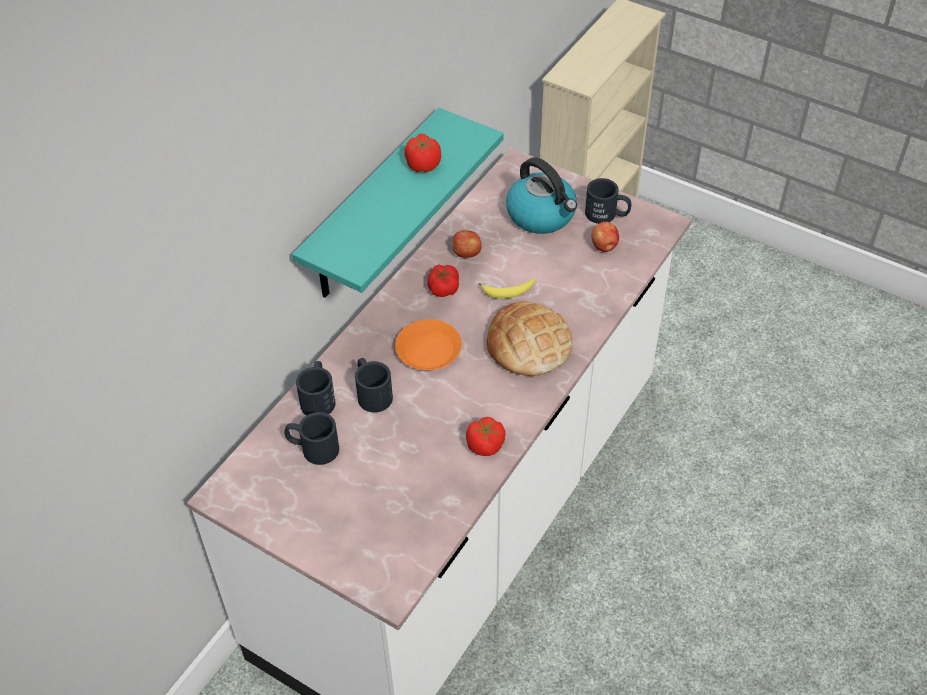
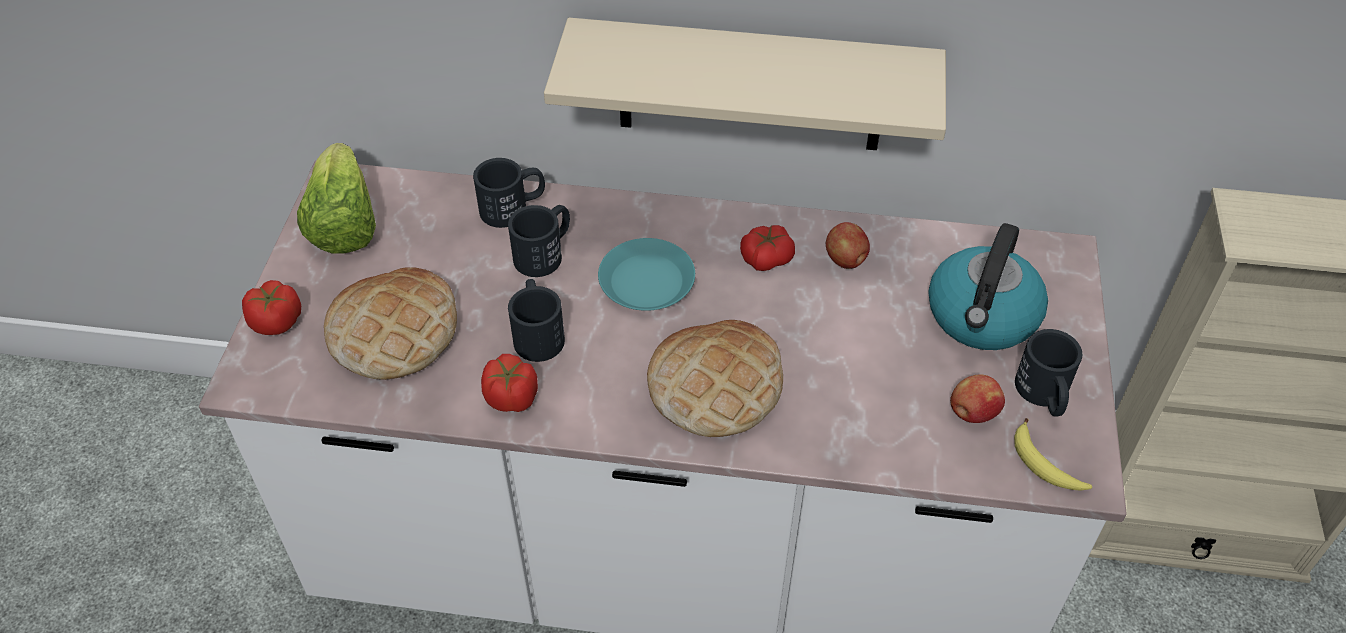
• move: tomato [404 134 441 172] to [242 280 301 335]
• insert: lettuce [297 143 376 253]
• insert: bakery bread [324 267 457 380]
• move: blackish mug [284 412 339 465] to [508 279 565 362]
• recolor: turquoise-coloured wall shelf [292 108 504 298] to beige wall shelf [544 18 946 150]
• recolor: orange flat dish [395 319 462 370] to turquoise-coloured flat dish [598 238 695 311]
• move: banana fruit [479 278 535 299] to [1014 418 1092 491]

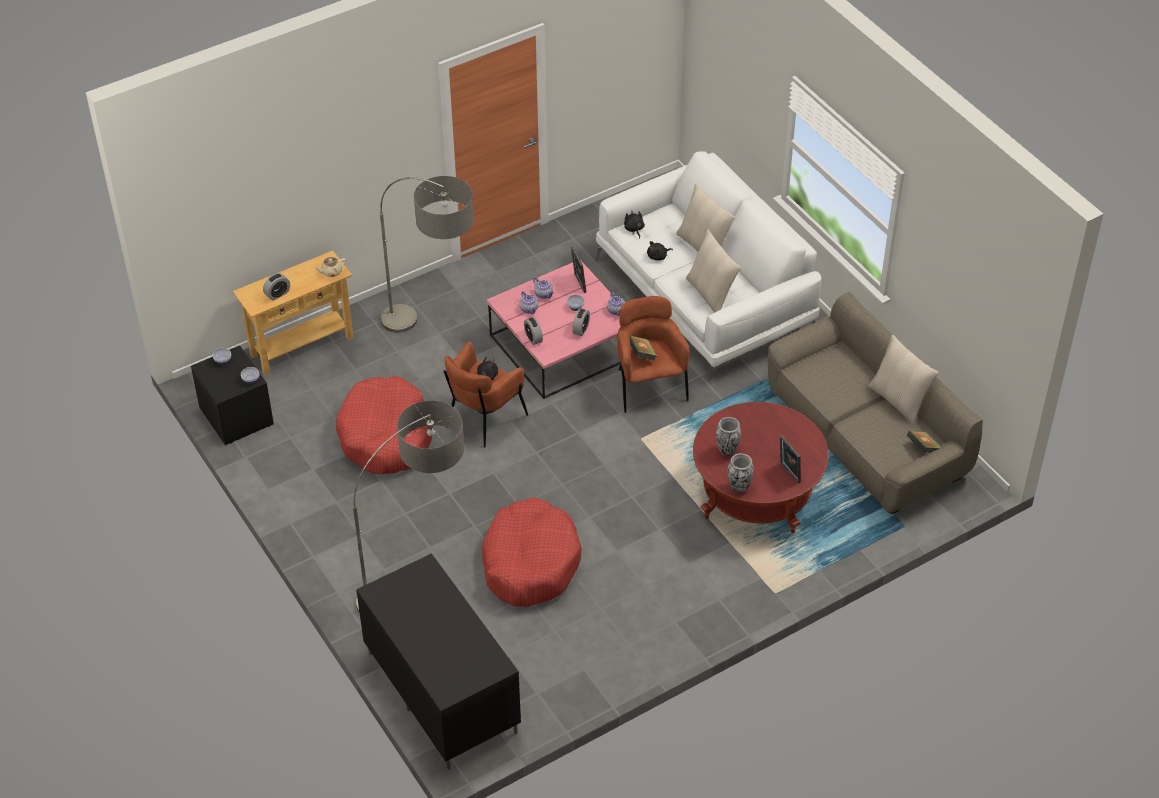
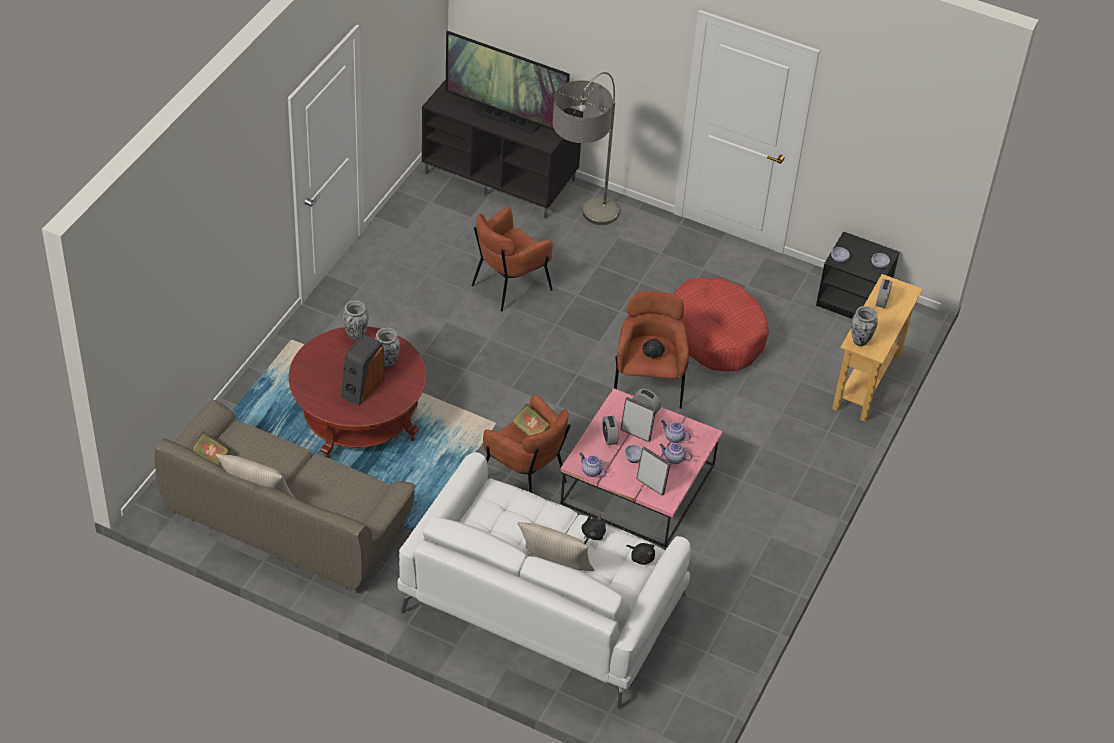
• insert: loudspeaker [341 334 385 406]
• insert: TV set [445 31 570 133]
• replace: red-coloured pet bed [482 497 582 607] to brown lounge chair [472 207 553 311]
• move: photo frame [780 435 801 484] to [620 397 656 442]
• replace: beige tea pot [314 257 346 277] to vase [852 306 878 346]
• delete: floor lamp [380 176 474 333]
• delete: beige throw pillow [686 229 741 313]

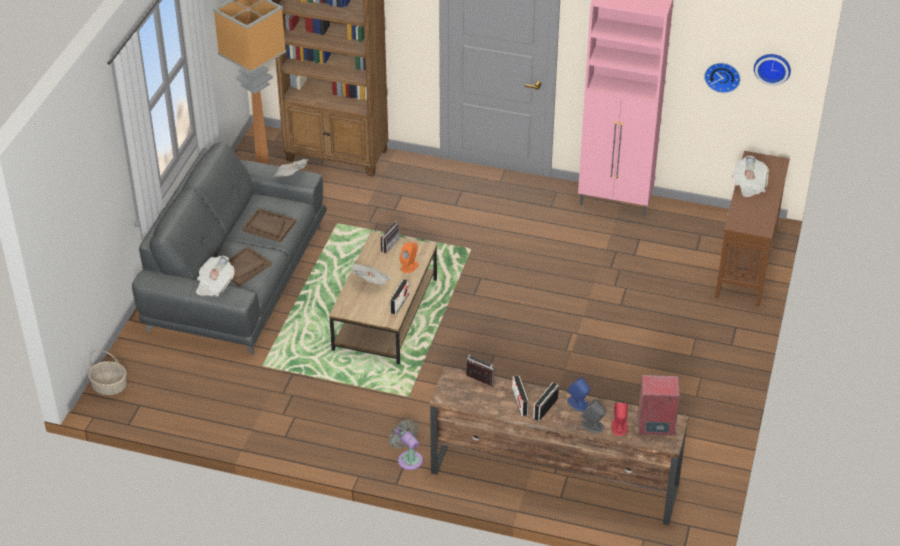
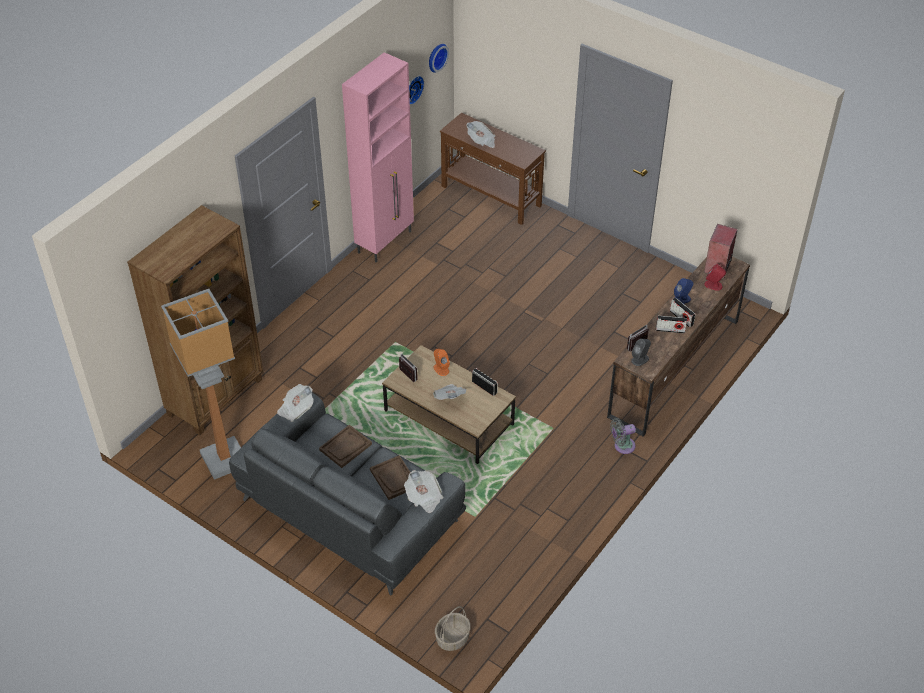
• move: greyish loudspeaker [581 399 606 433] to [631 339 651 366]

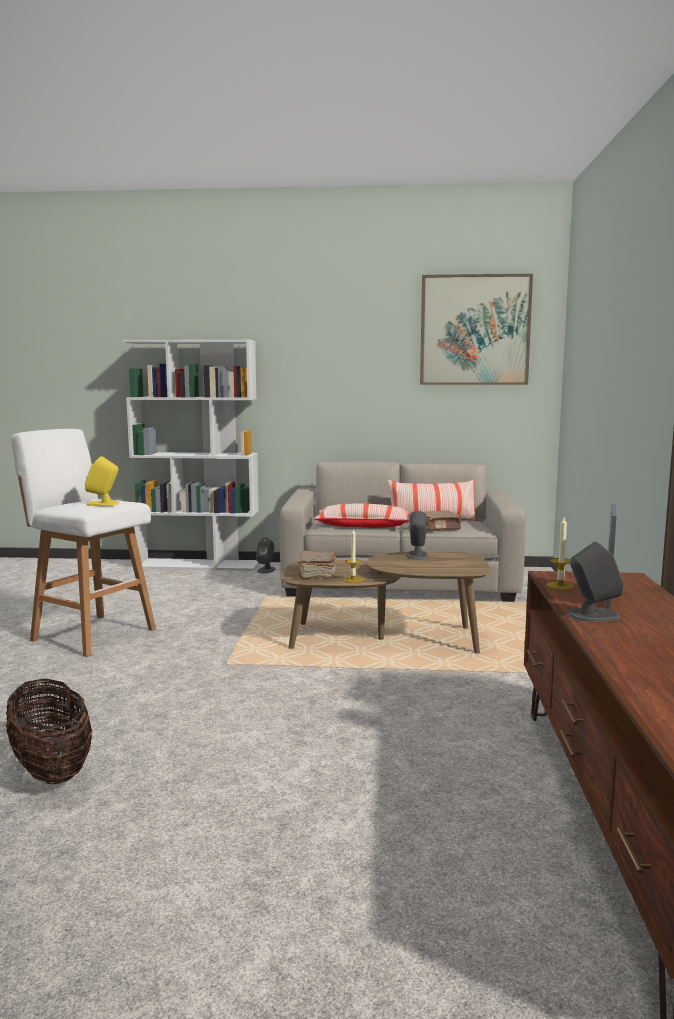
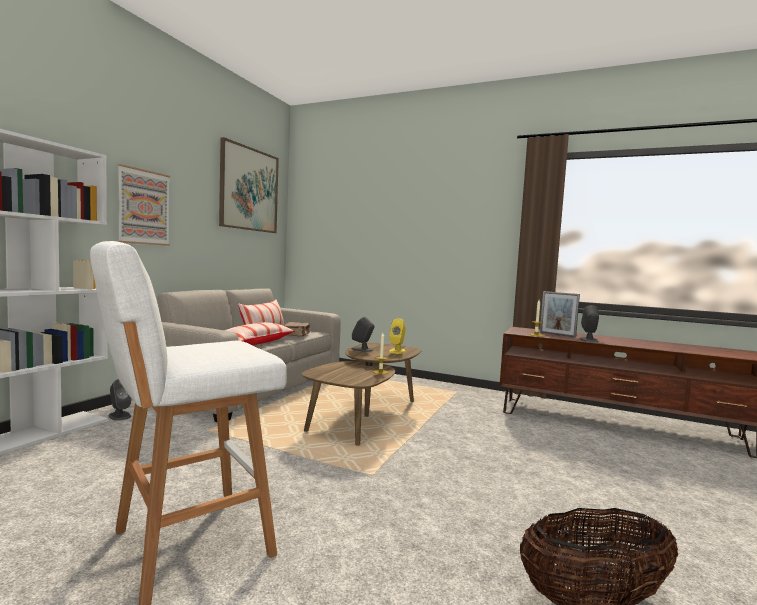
• insert: wall art [118 164 170 246]
• move: yellow-coloured loudspeaker [85 456 119 506] to [389 318 406 354]
• delete: brown book [298 551 336 579]

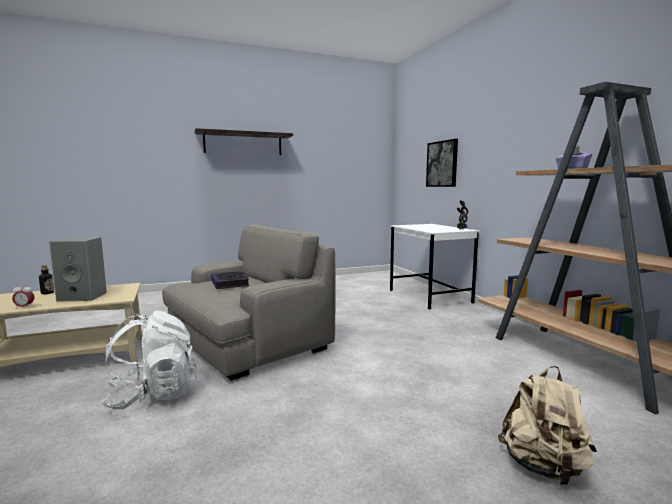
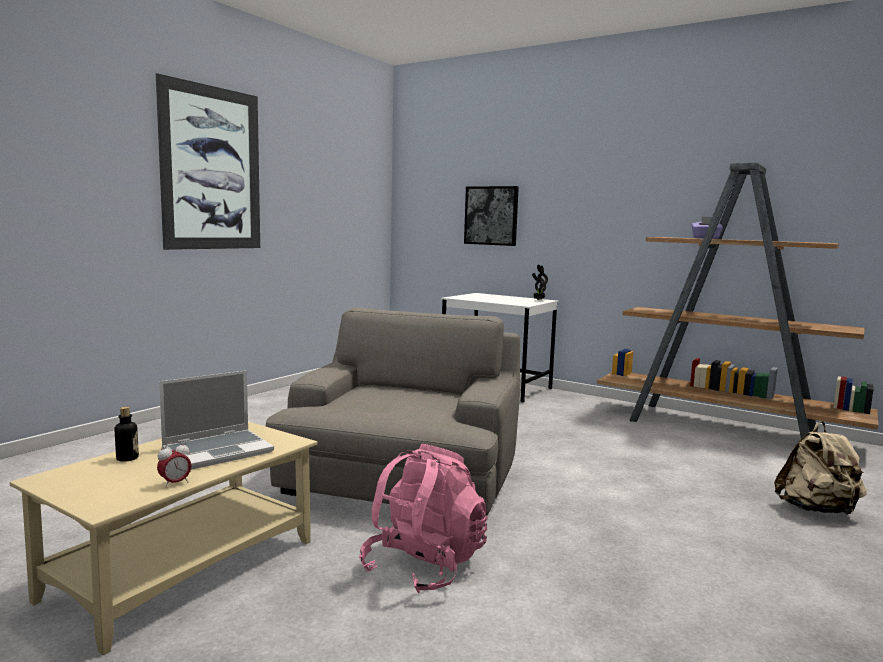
• replace: wall shelf [194 128 293 155] to wall art [156 73 260 250]
• replace: greyish loudspeaker [49 237 107 302] to notebook computer [159 370 274 470]
• recolor: white rucksack [101 311 197 409] to pinkish rucksack [359 444 488 593]
• delete: book [211 271 249 289]

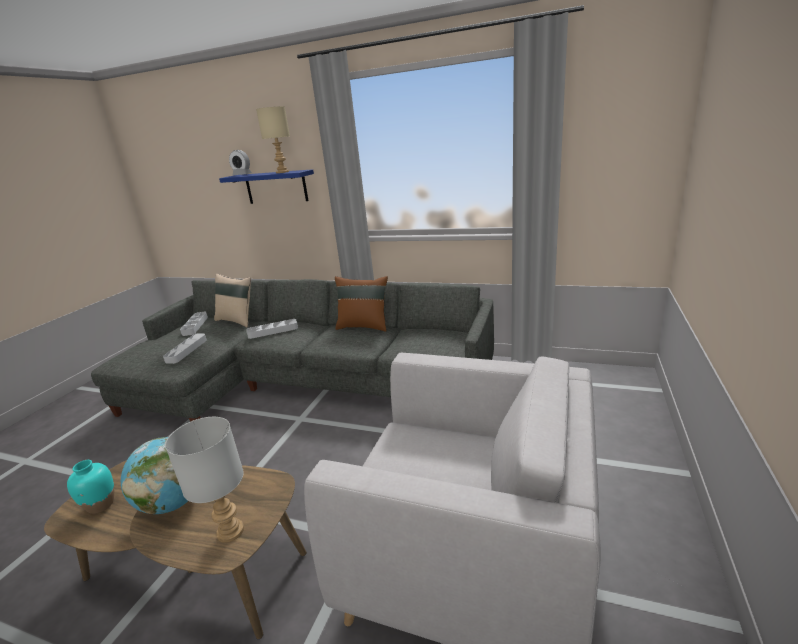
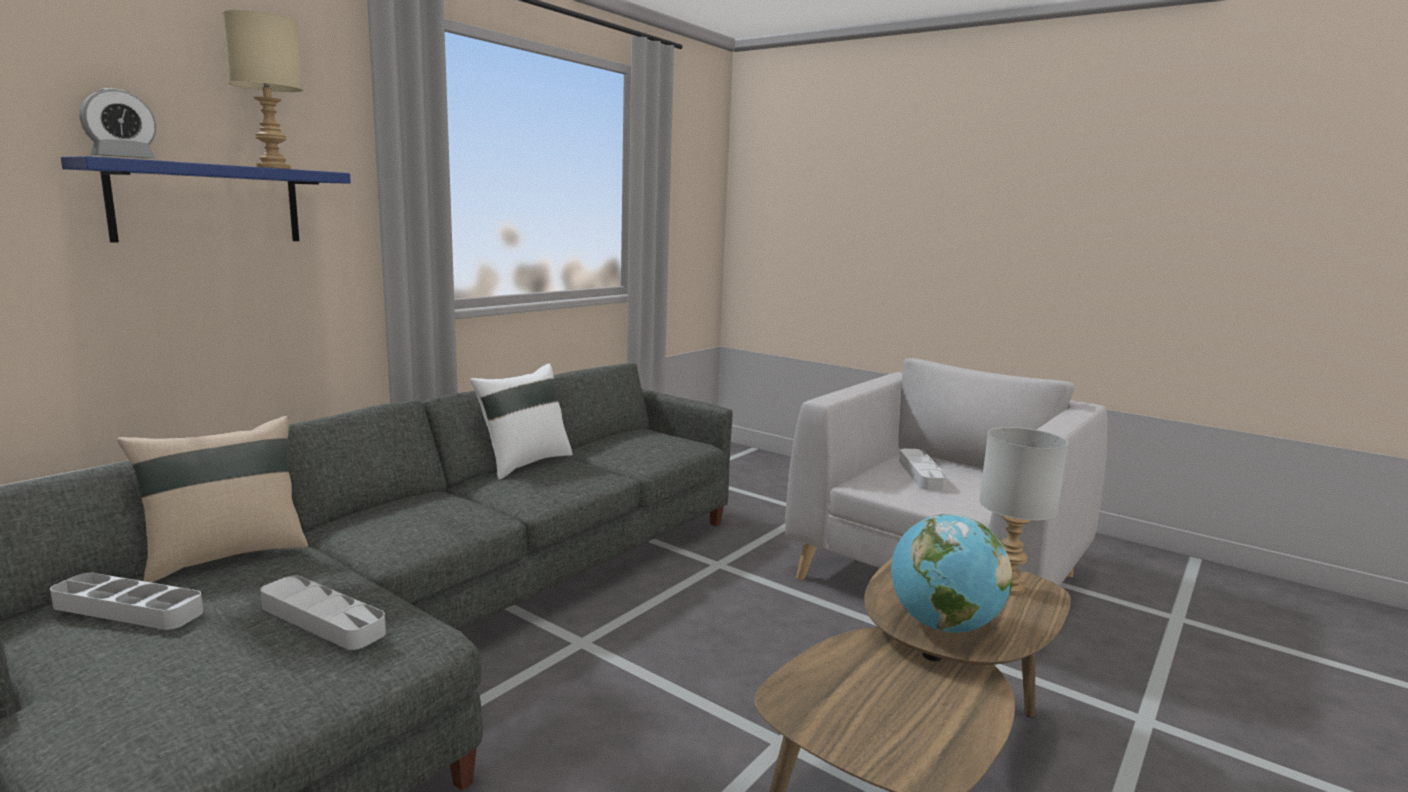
• recolor: brown throw pillow [335 276 388 332] to white throw pillow [470 363 573 480]
• move: greyish serving tray [247 319 298 339] to [899 448 948 490]
• delete: turquoise-coloured vase [67 460 114 514]

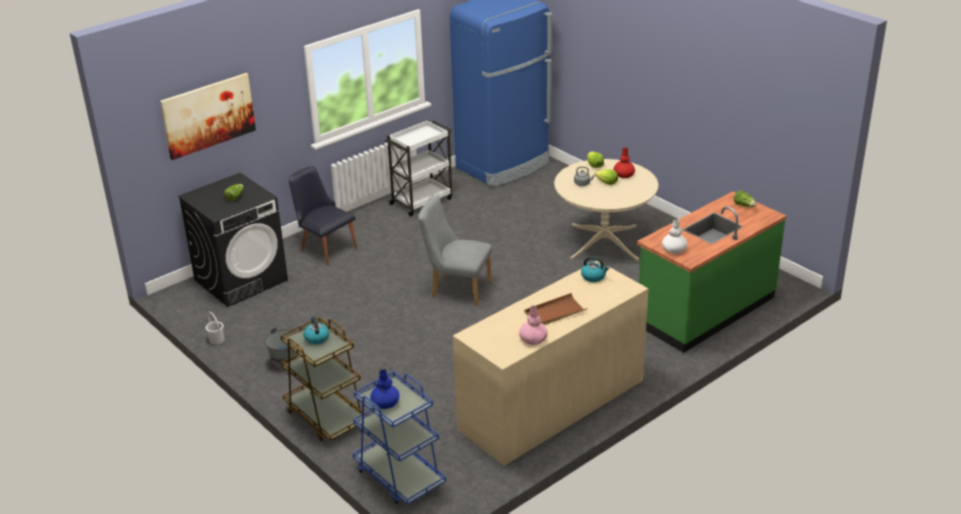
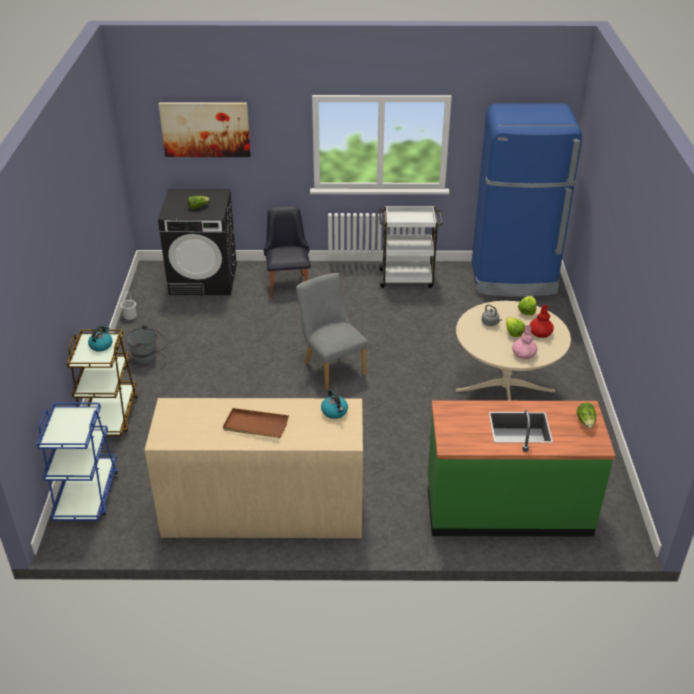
• move: pinkish vase [519 306 548 345] to [512 325 537 359]
• delete: bluish vase [370 369 400 409]
• delete: white vase [662 219 687 254]

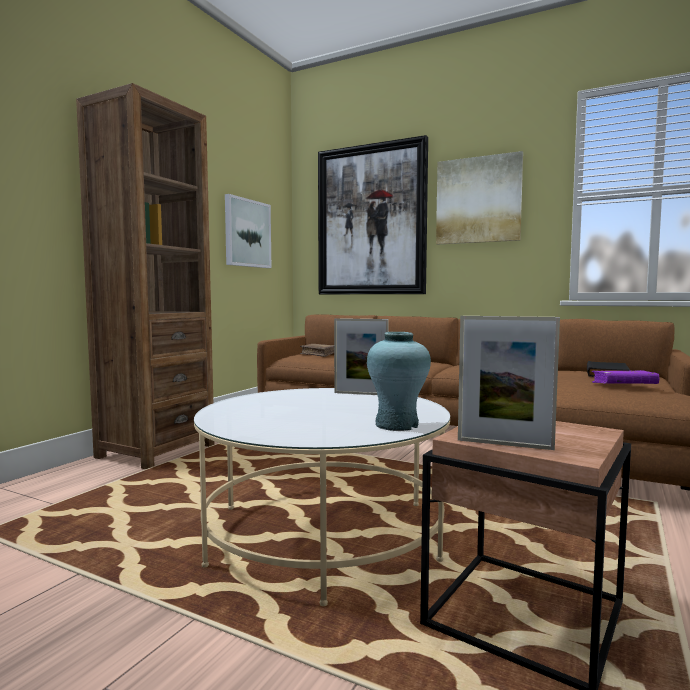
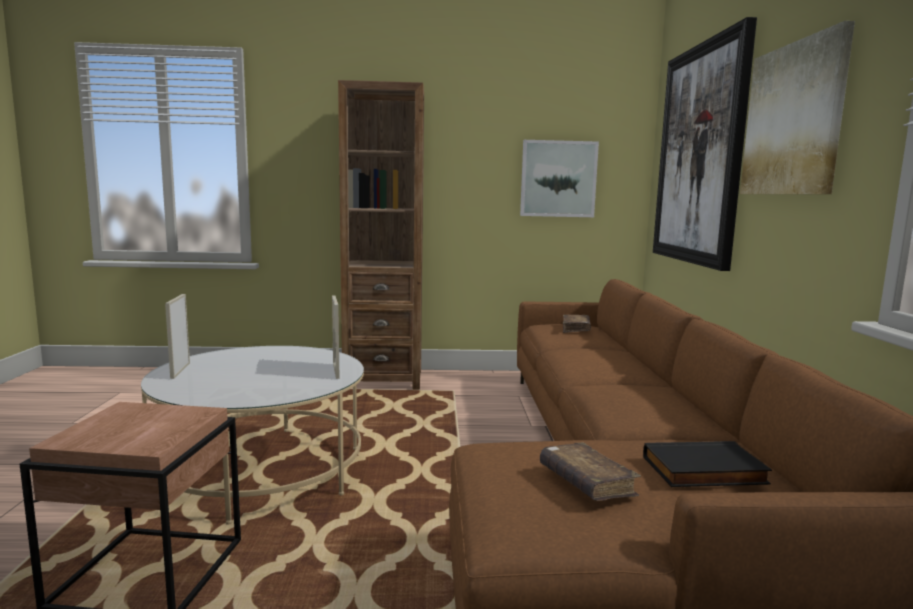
• move: photo frame [458 316 560 450] to [165 294 190 379]
• recolor: purple book [591 370 659 384] to brown book [540 443 641 501]
• delete: turquoise-coloured vase [367 332 431 431]

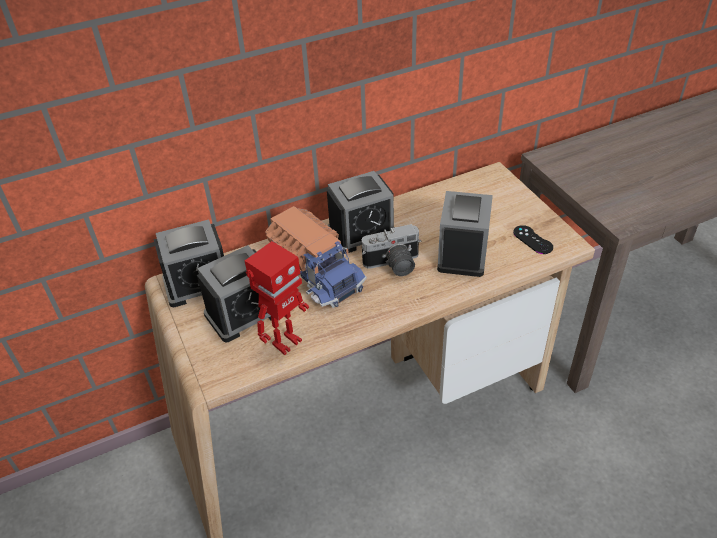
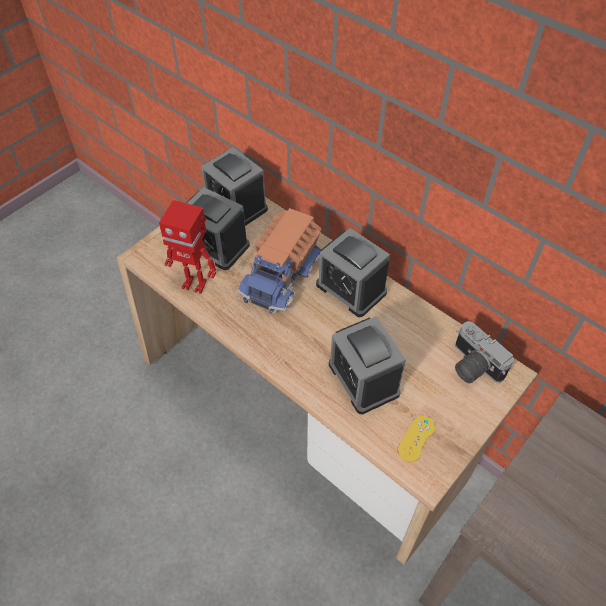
• rotate: table clock [437 191 493 277] = [329 317 406 414] 75 degrees clockwise
• recolor: blackish game controller [513 225 553 254] to yellow-coloured game controller [398 416 435 462]
• move: still camera [362 224 422 276] to [455 321 514 383]

